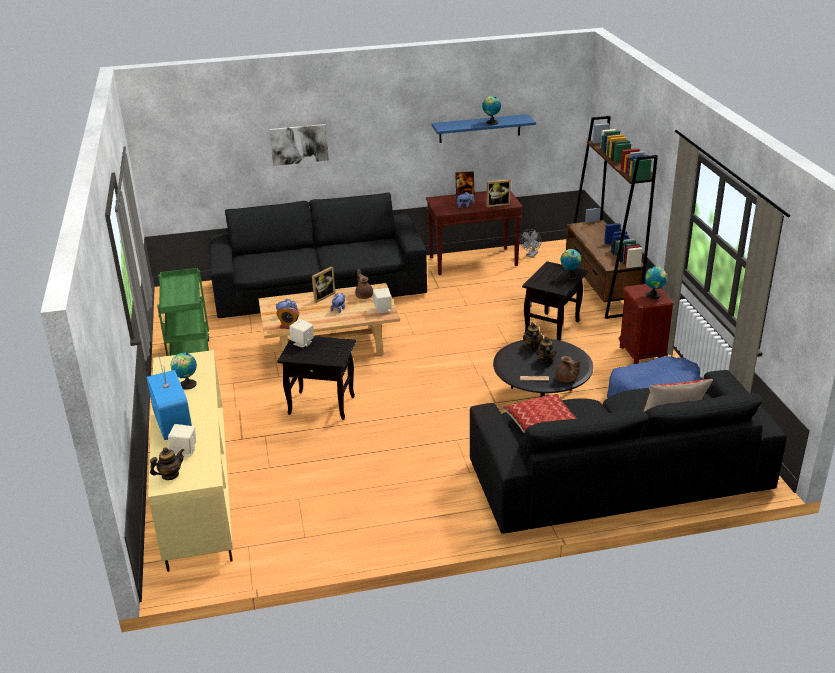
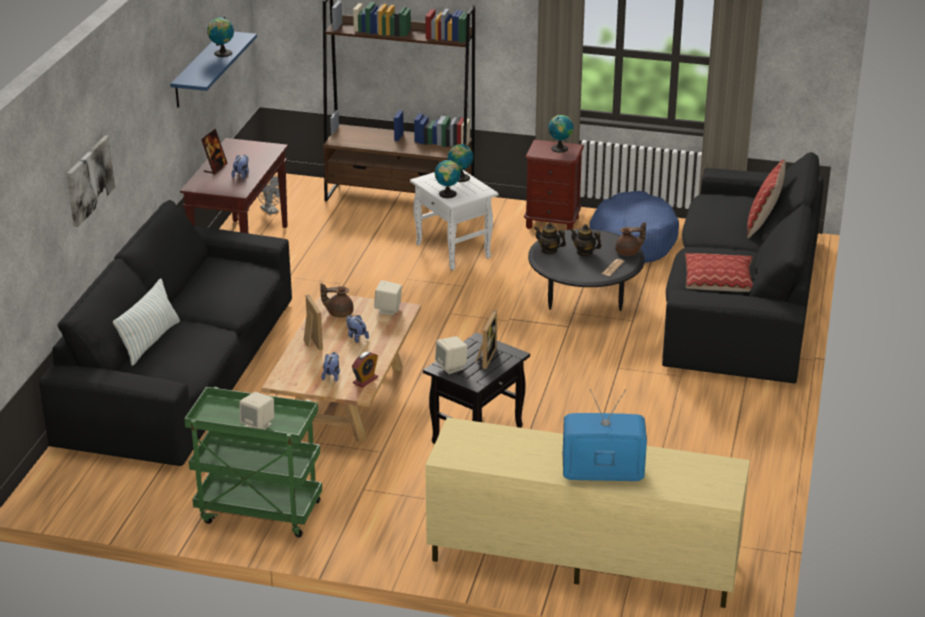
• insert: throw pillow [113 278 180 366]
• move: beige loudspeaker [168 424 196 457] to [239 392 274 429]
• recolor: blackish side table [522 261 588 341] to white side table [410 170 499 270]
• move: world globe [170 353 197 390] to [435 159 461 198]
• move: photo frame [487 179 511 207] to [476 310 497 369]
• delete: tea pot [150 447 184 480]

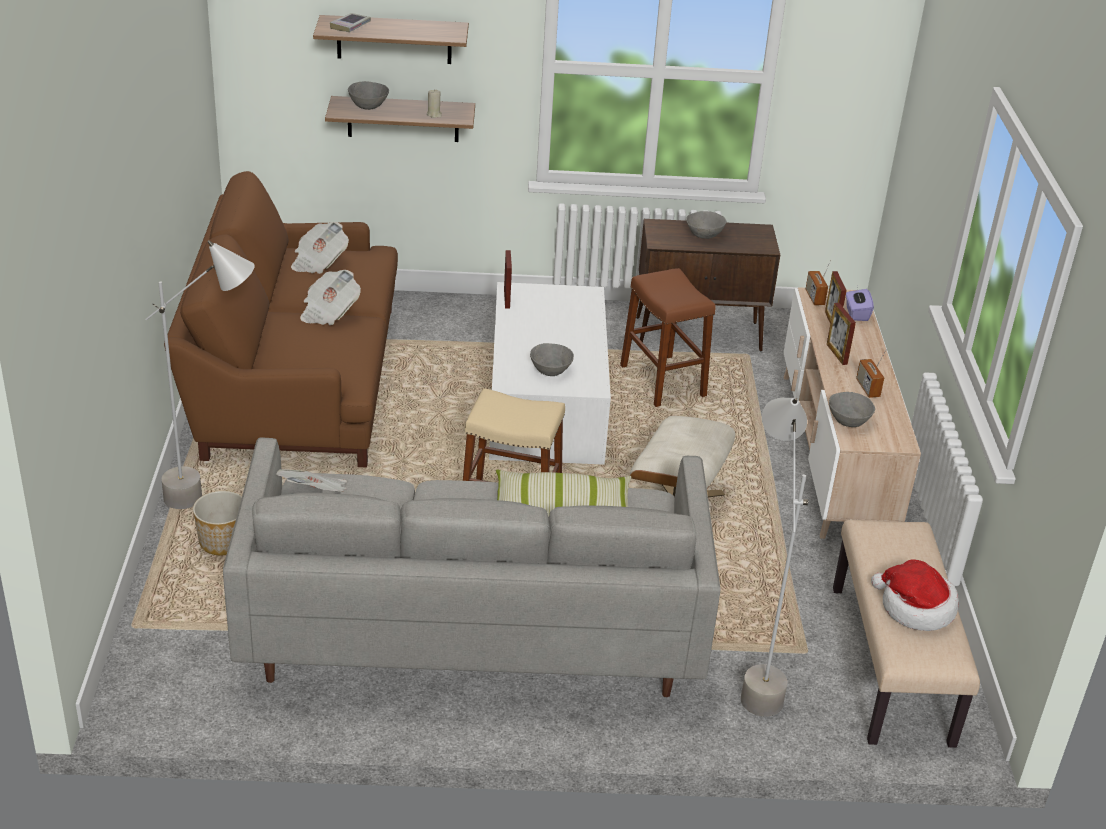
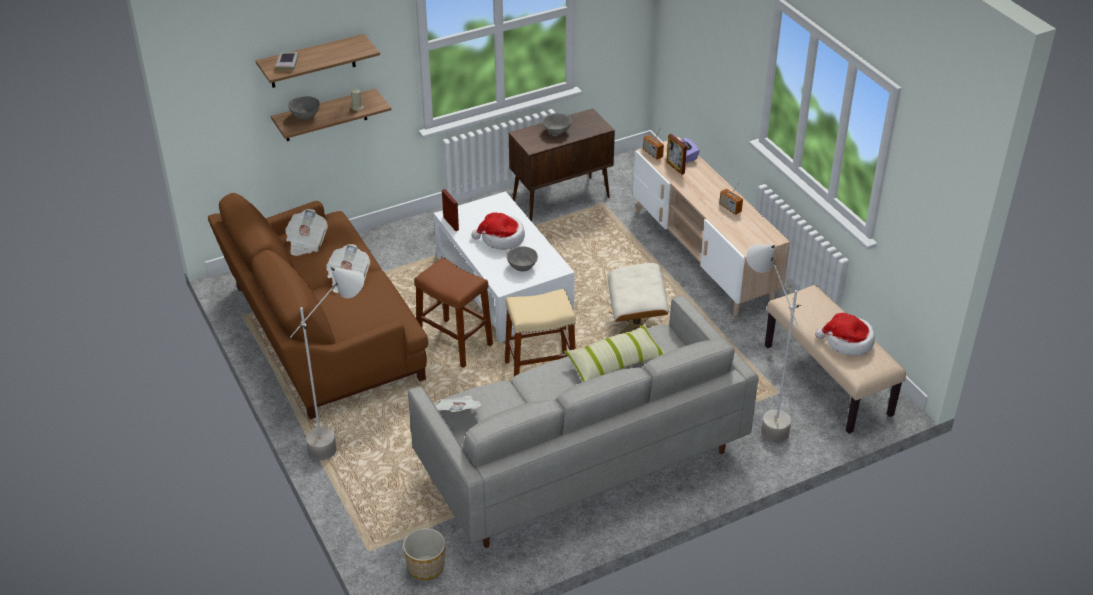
• move: planter [193 491 242 555] to [403 528 445 580]
• move: brown stool [620 268 716 407] to [414 257 493 368]
• insert: clothing hat [471 212 525 250]
• delete: photo frame [827 303 856 365]
• delete: greyish serving bowl [829 392 875 427]

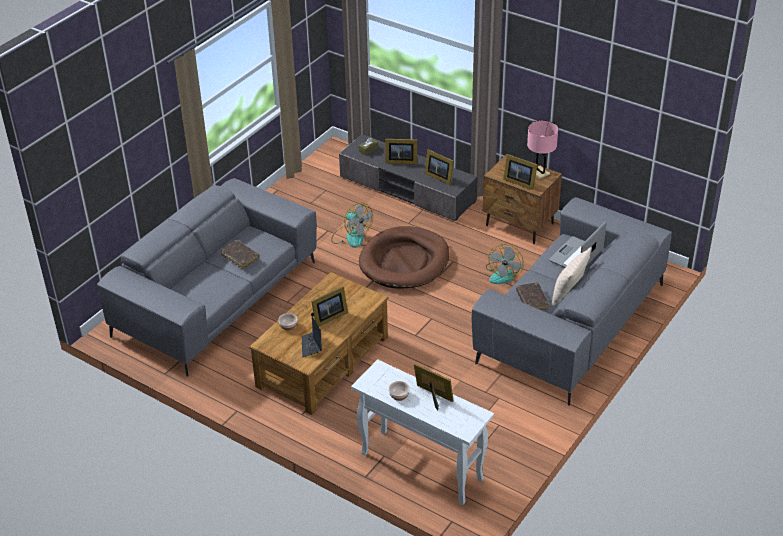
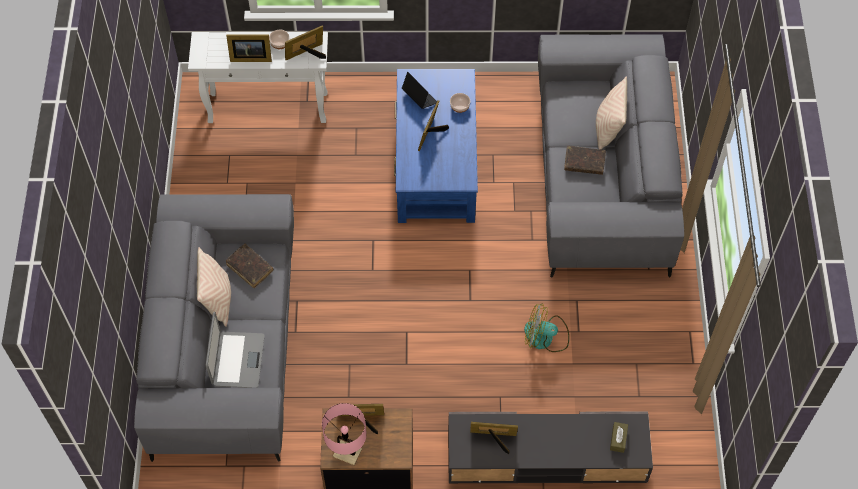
• move: photo frame [385 139 417 164] to [285 26 326 60]
• recolor: brown low table [249 272 388 415] to bluish low table [394 69 478 223]
• insert: beige throw pillow [596 77 627 150]
• delete: brown pet bed [359 226 449 289]
• delete: cooling fan [486 244 524 284]

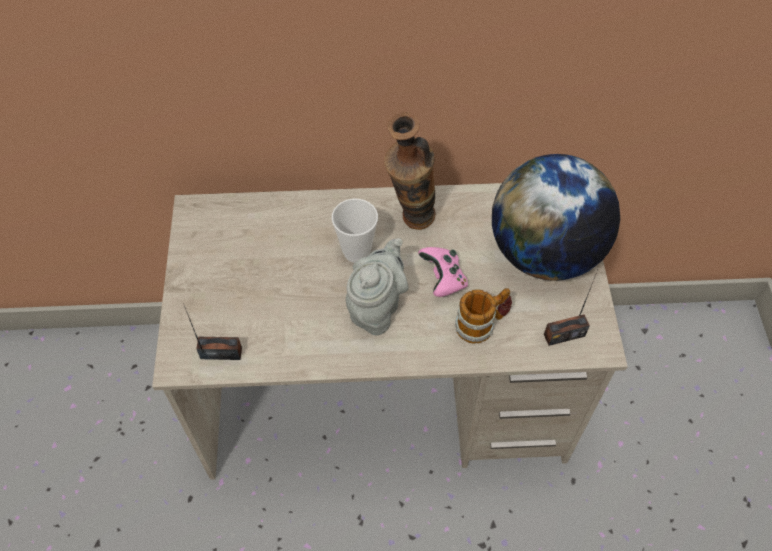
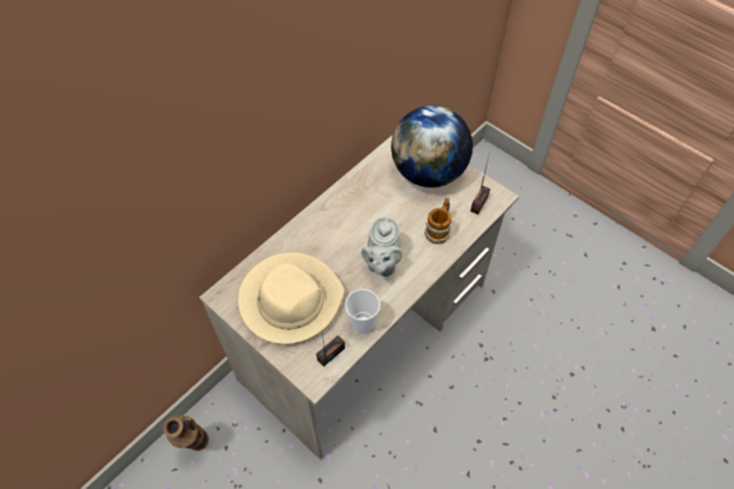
• move: vase [384 112 435 230] to [163 416 209 451]
• insert: beige clothing hat [238 253 345 344]
• move: drinking cup [332 199 378 263] to [345 289 380 334]
• rotate: greyish tea pot [346 238 409 336] = [361 217 402 277] 150 degrees counterclockwise
• delete: pinkish game controller [418 247 468 297]

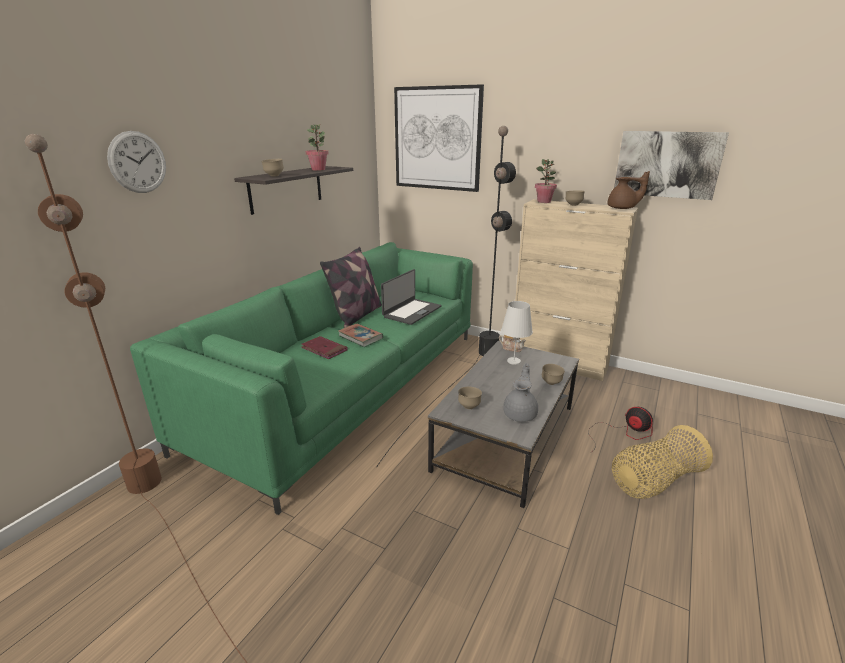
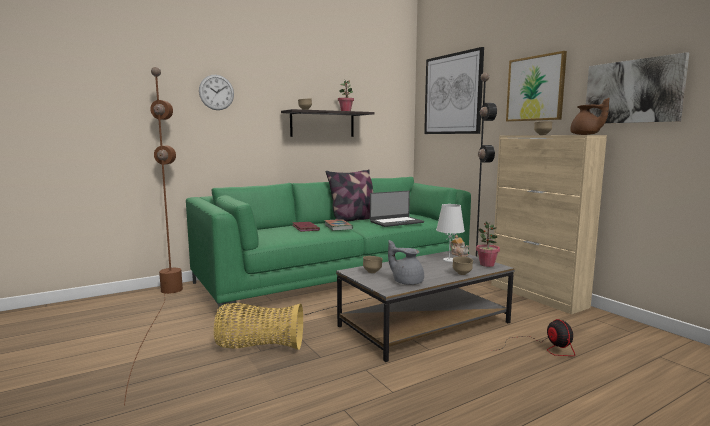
• move: storage basket [612 425 713 499] to [214 303 303 350]
• rotate: greyish tea pot [503 363 538 422] = [388 240 424 285] 105 degrees counterclockwise
• move: potted plant [535 159 557 203] to [476 222 500 267]
• insert: wall art [506 51 567 122]

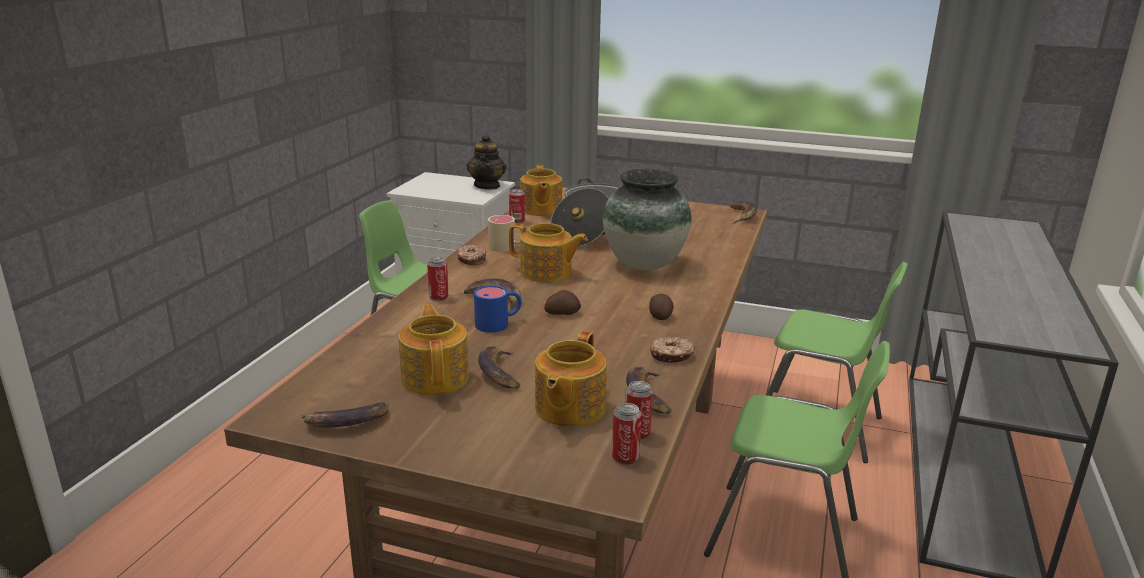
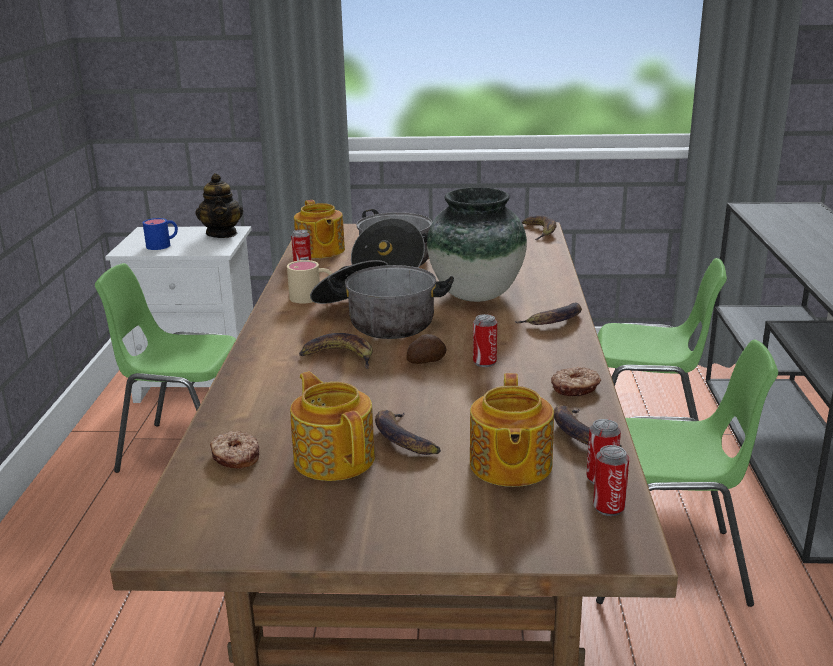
• move: bluish mug [474 286 522 333] to [143 218 178 250]
• move: doughnut [457 245 486 266] to [210 431 259 469]
• replace: tea pot [509 223 588 283] to cooking pot [310 260 454 339]
• move: metal can [427 257 449 301] to [473 314 497 367]
• move: banana fruit [301 402 389 427] to [515 303 582 325]
• delete: spud [649 293 674 320]

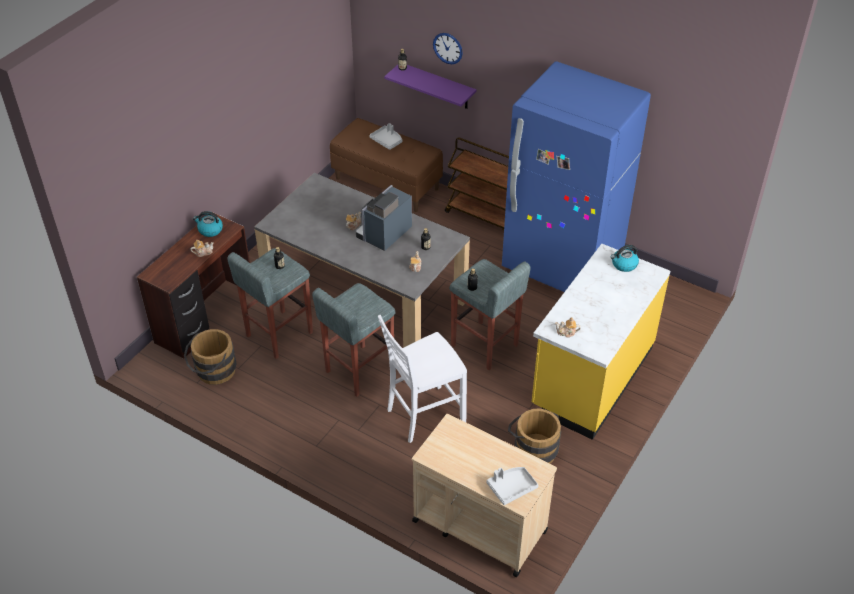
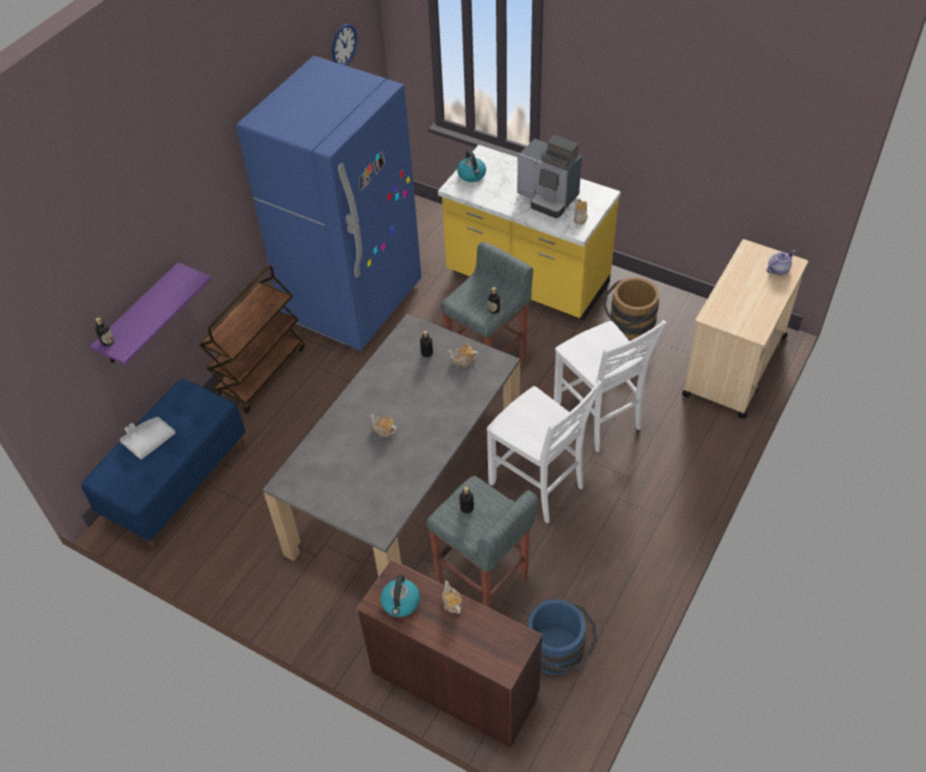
• recolor: brown indoor bench [330 118 443 212] to bluish indoor bench [81 379 246 549]
• move: clock on the wall [433 33 463 64] to [332 24 357 66]
• replace: greyish stool [312 283 396 397] to white upright chair [487 380 602 523]
• move: coffee maker [356 185 412 251] to [517 135 582 218]
• recolor: brown water bucket [184 329 237 385] to bluish water bucket [527 600 597 675]
• replace: greyish serving tray [486 467 538 505] to tea pot [767 250 795 275]

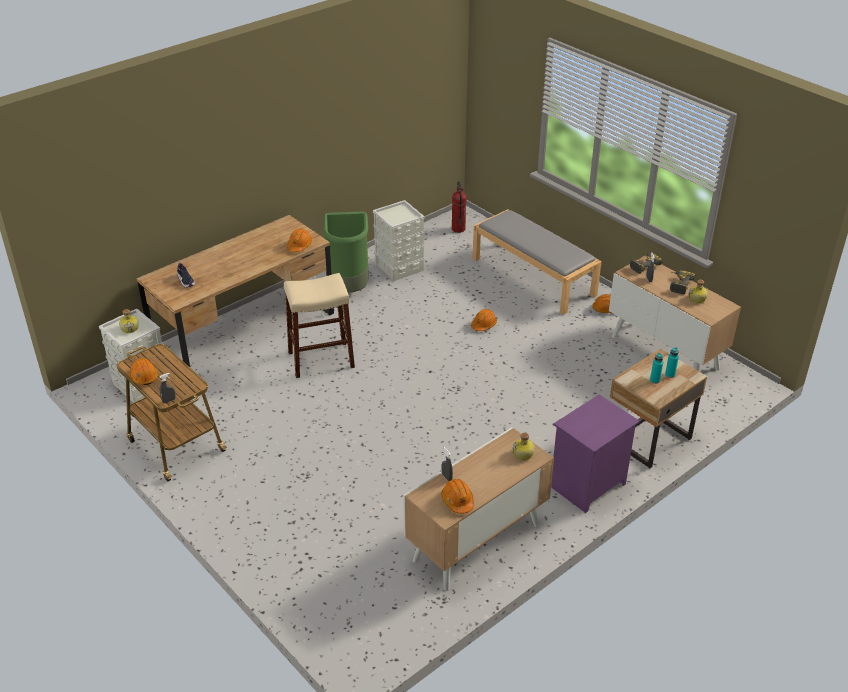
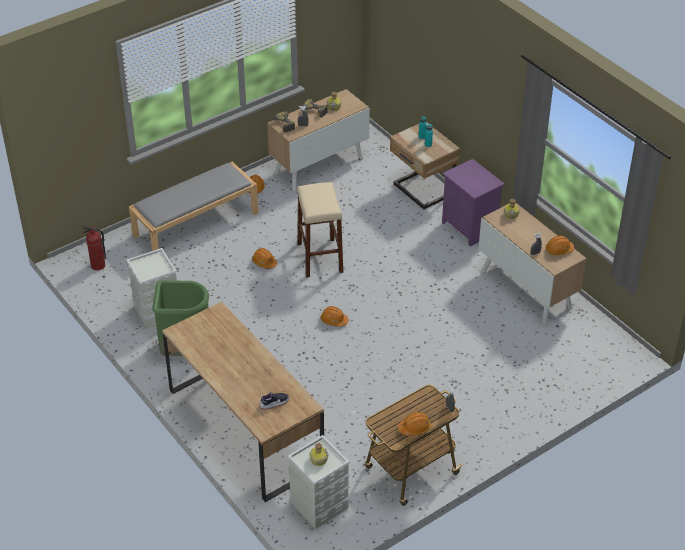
• move: beige stool [284 273 355 378] to [297 182 343 278]
• move: orange work helmet [287 229 312 252] to [321 306 348 327]

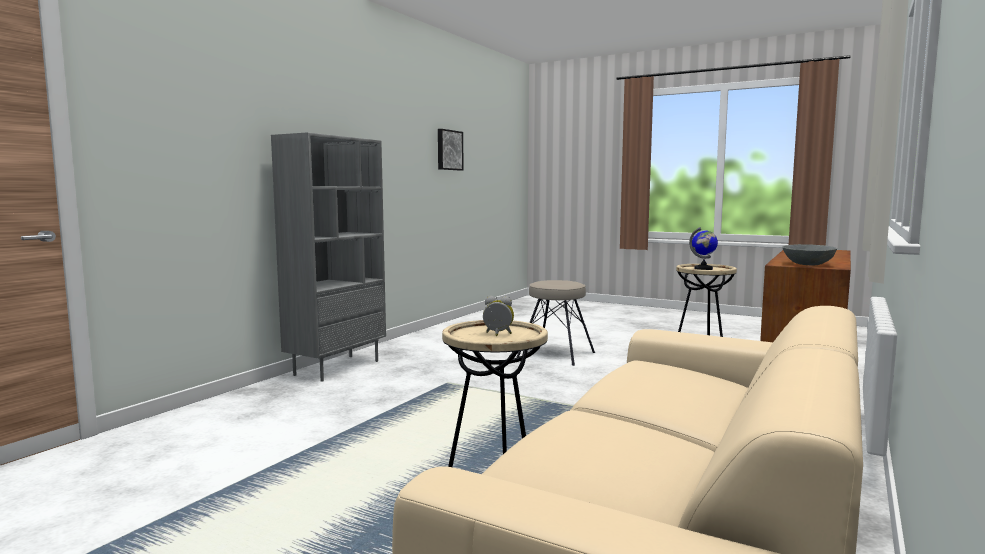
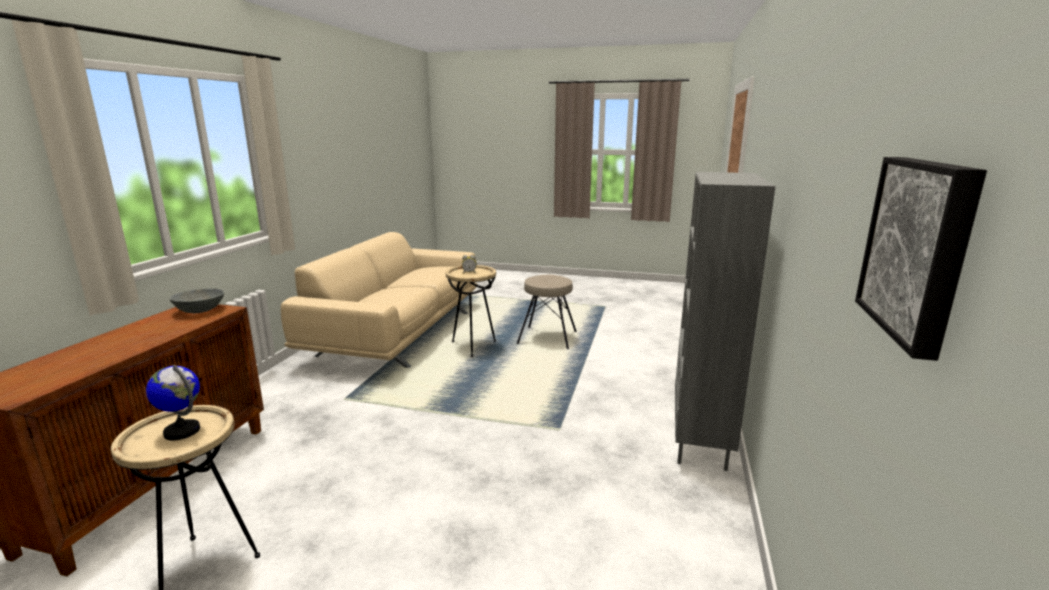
• move: beige stool [517 280 595 366] to [517 275 577 349]

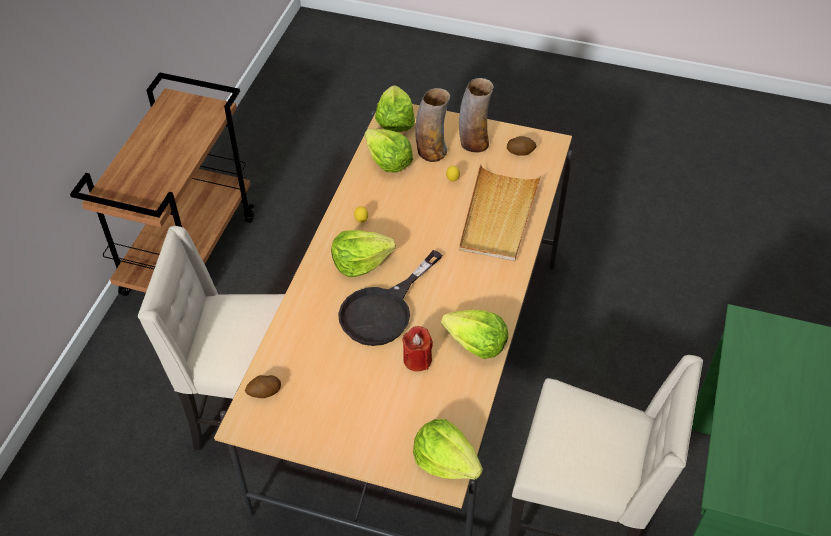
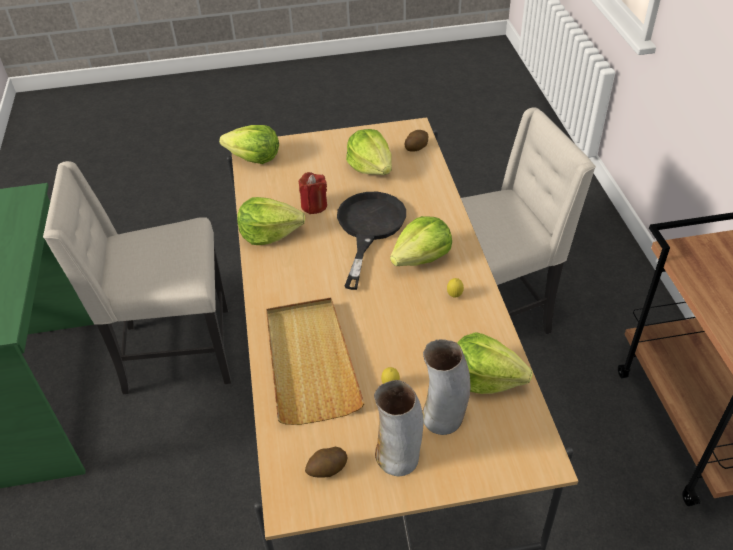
• move: lettuce [375 85 415 132] to [346 129 392 175]

